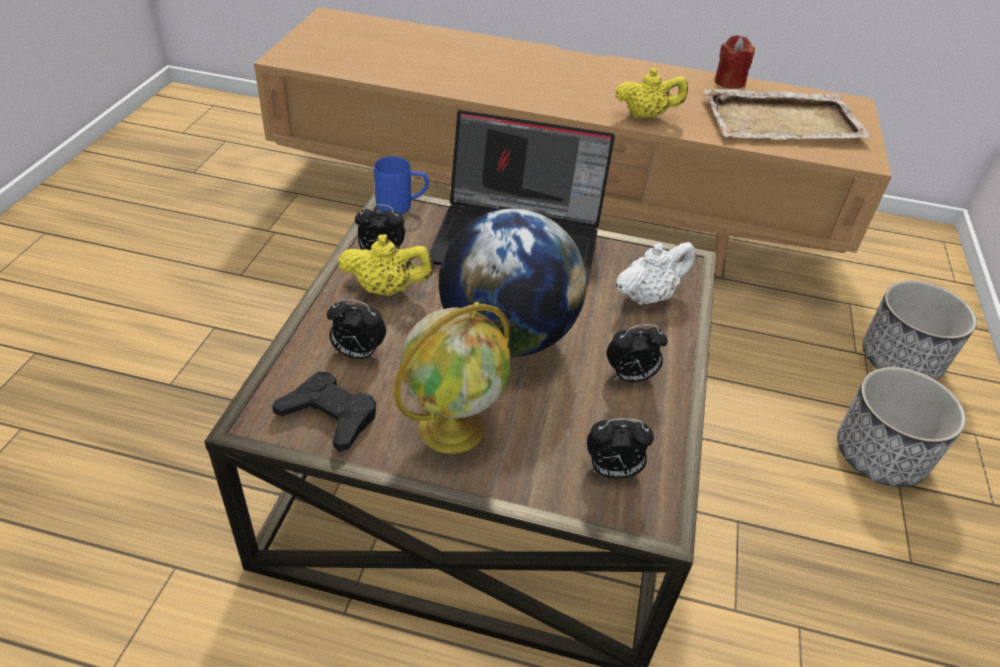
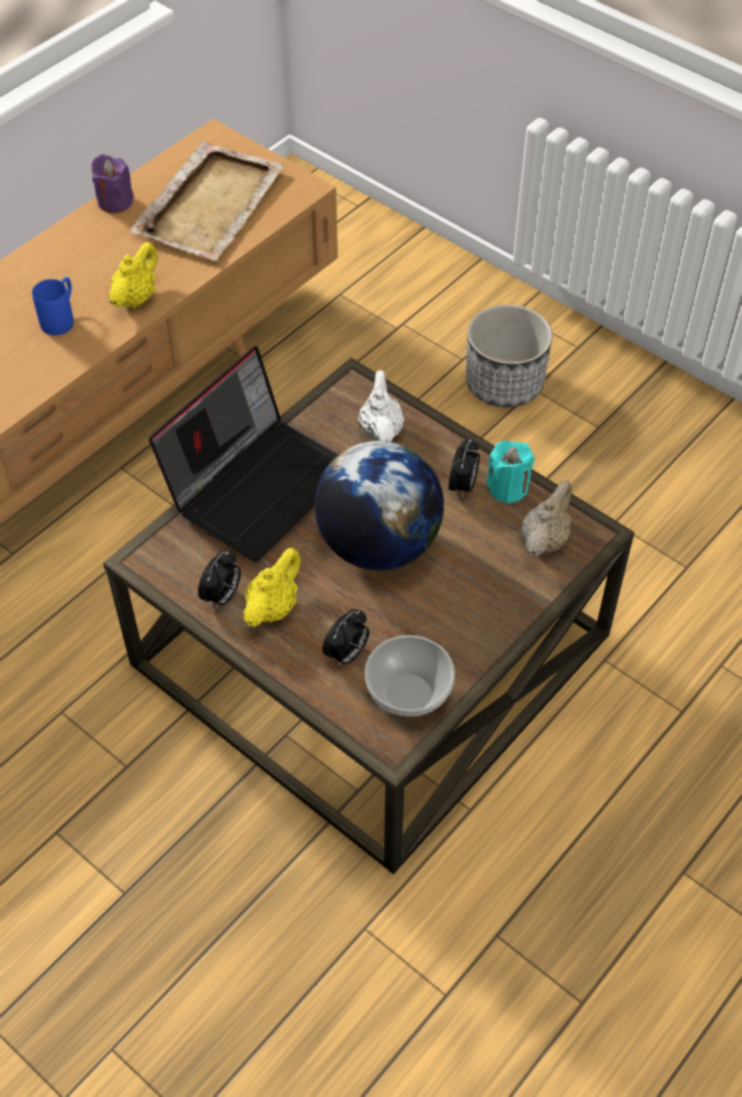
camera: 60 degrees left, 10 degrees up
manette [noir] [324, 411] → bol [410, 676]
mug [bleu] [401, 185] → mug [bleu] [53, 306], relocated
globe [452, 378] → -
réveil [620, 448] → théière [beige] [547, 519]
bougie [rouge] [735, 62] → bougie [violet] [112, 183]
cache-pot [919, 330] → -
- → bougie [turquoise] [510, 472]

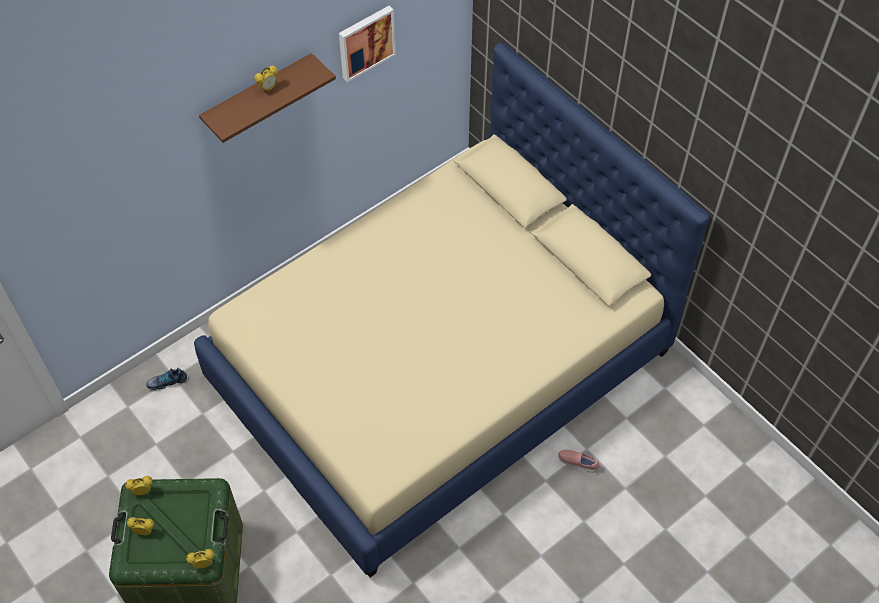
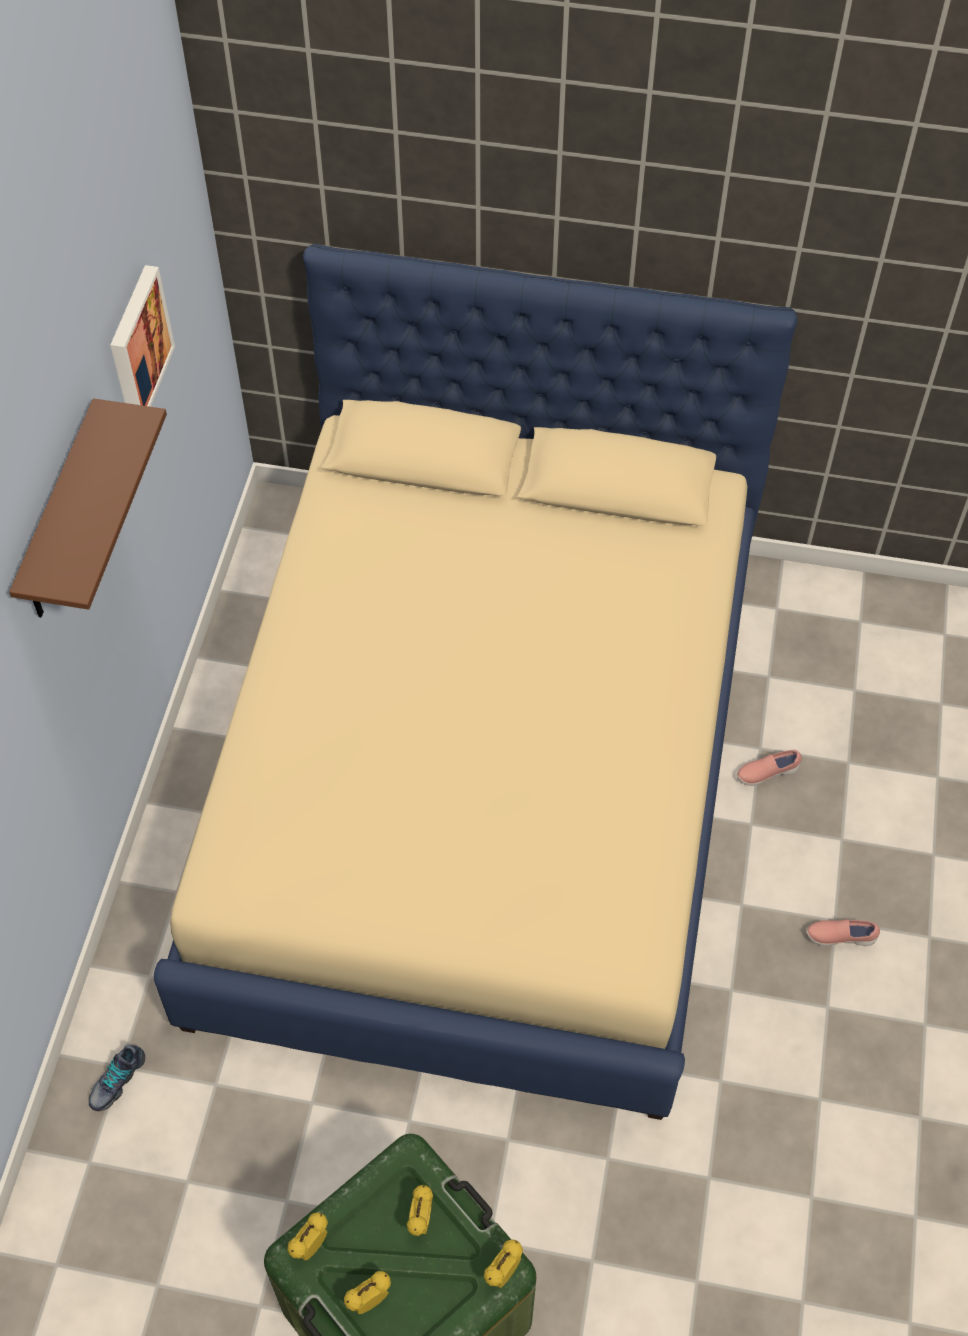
camera: 40 degrees left, 0 degrees up
réveil [266, 79] → réveil [420, 1210], relocated
- → chaussure [rose] [843, 932]

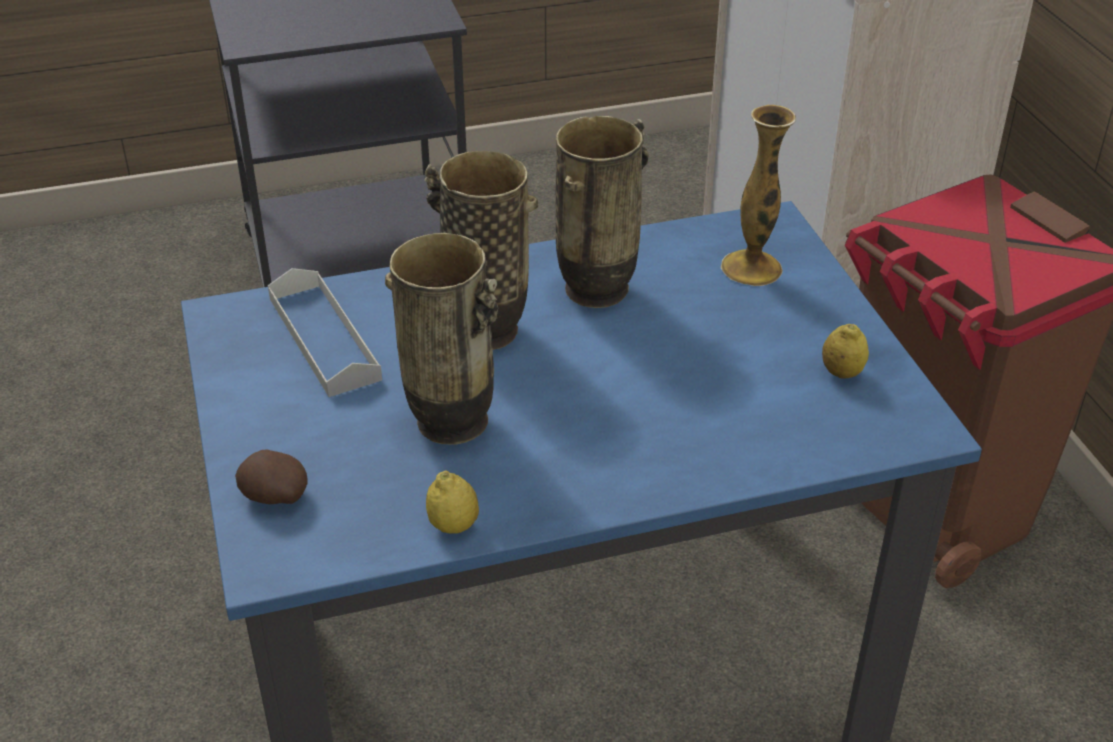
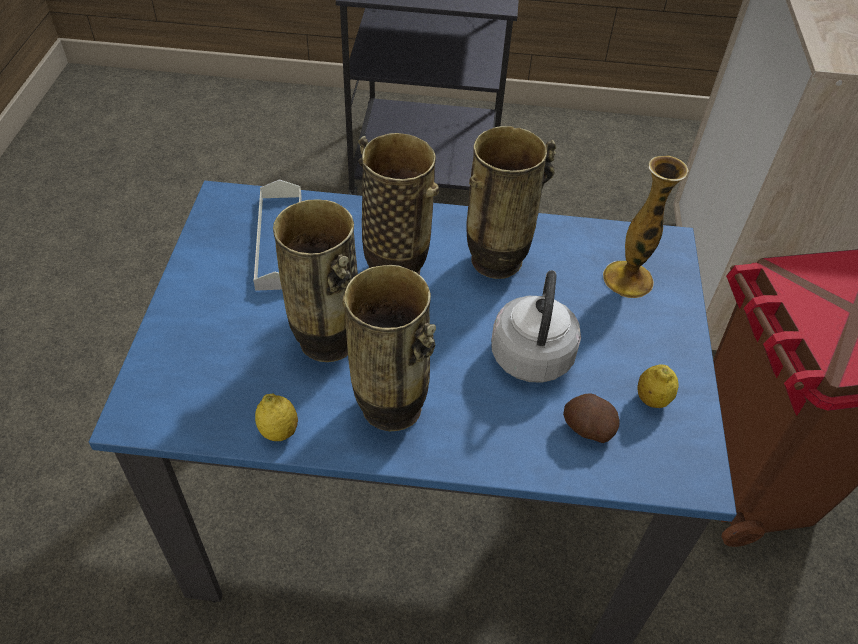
camera: 20 degrees right, 10 degrees up
pomme de terre [271, 477] → pomme de terre [591, 418], relocated
- → vase [389, 348]
- → bouilloire [gris] [536, 326]

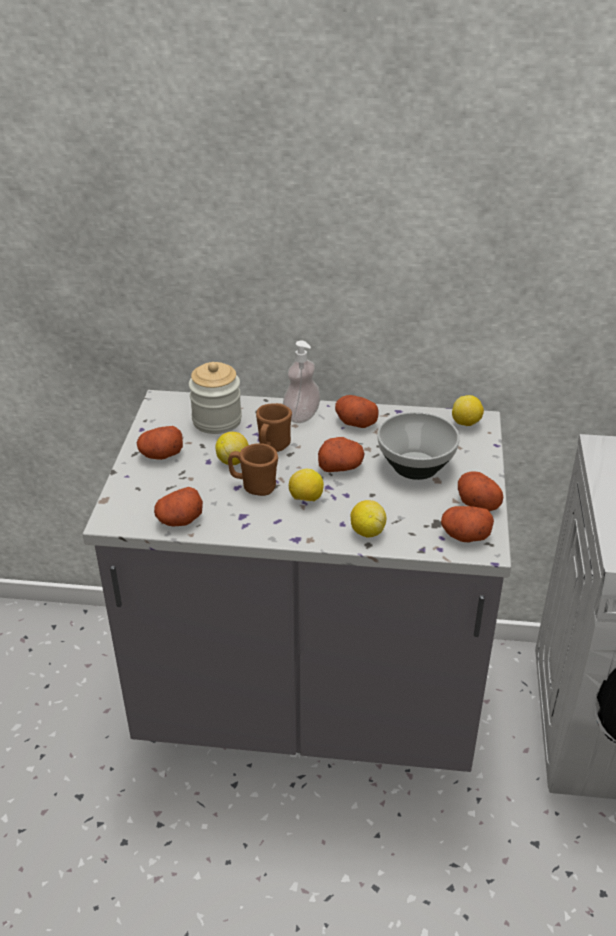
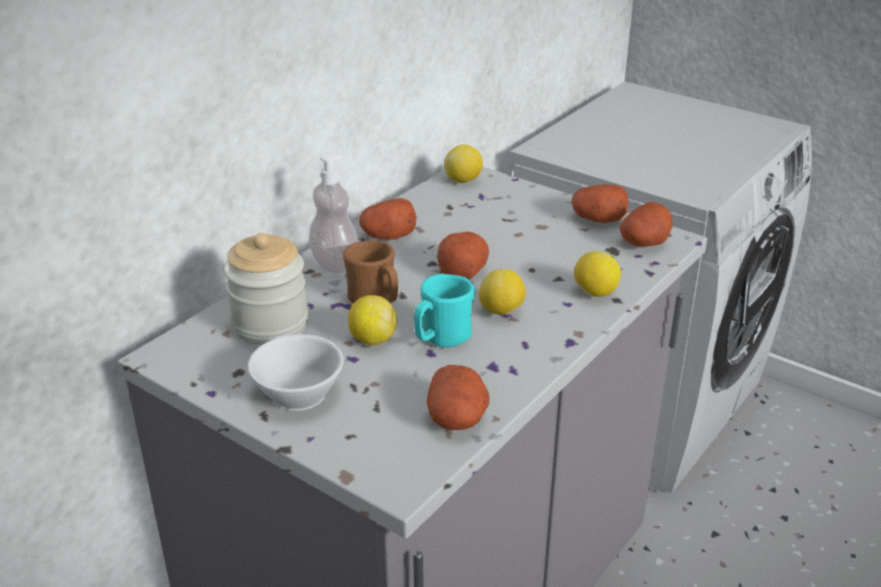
camera: 60 degrees left, 5 degrees down
pomme de terre [160, 443] → tasse [blanc] [295, 372]
mug [marron] [253, 469] → mug [turquoise] [444, 311]
bol [418, 446] → -

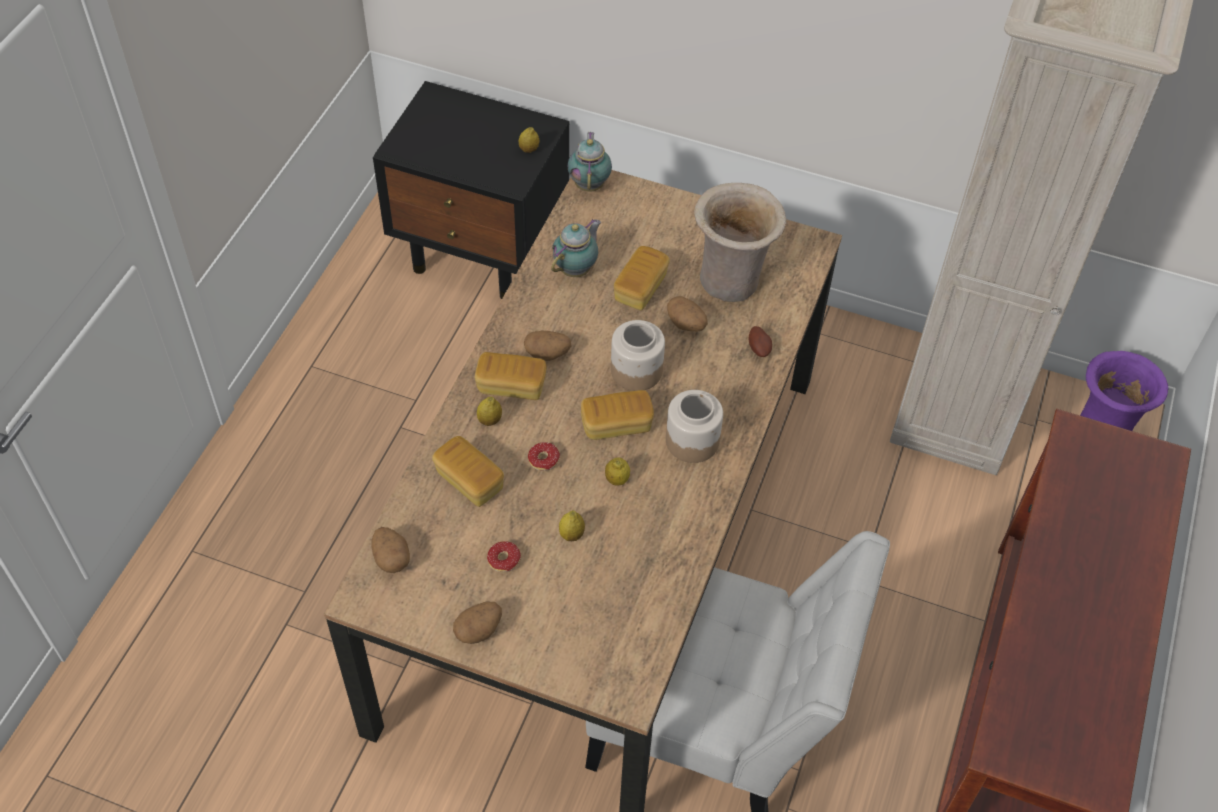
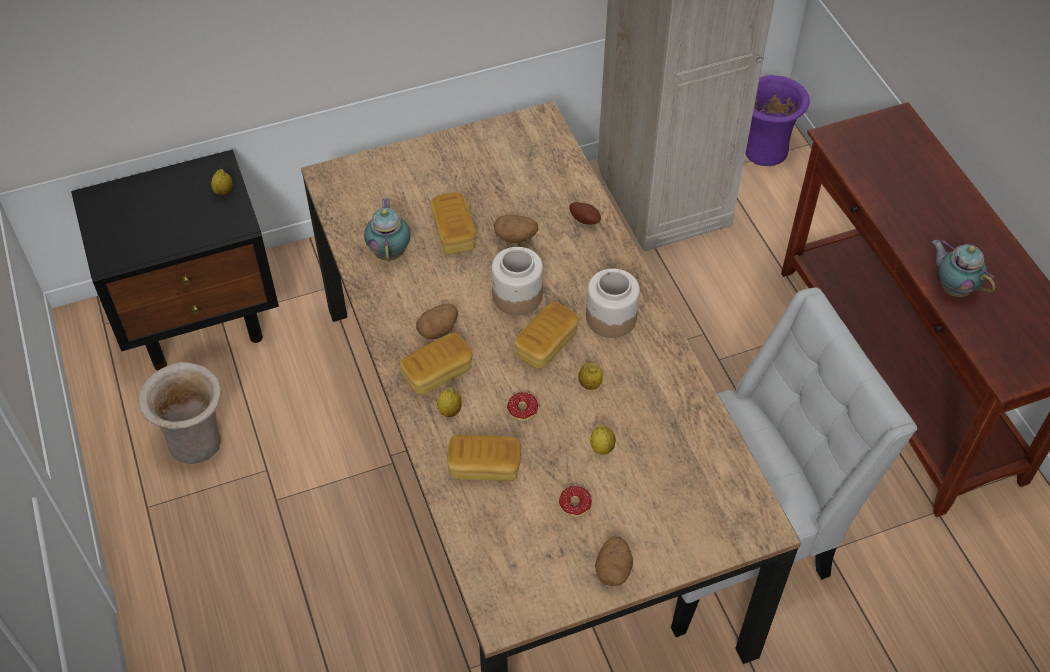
camera: 40 degrees left, 0 degrees up
pomme de terre [391, 550] → -
théière [590, 162] → théière [963, 268], relocated
vase [beige] [740, 242] → vase [beige] [179, 413], relocated

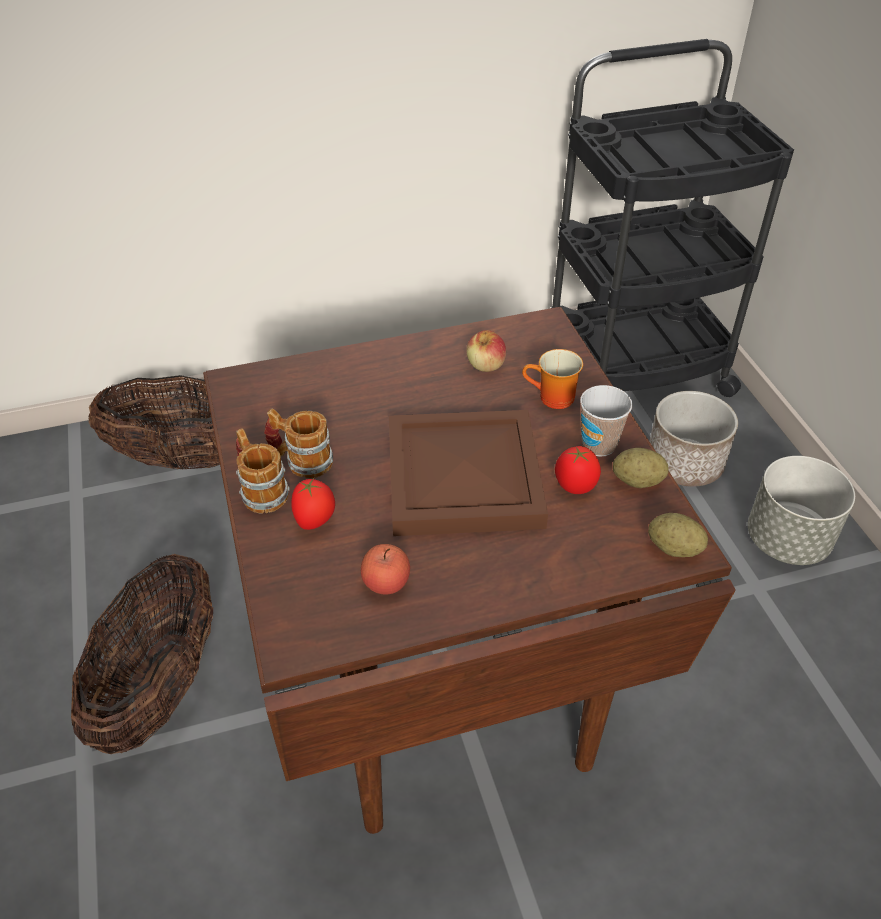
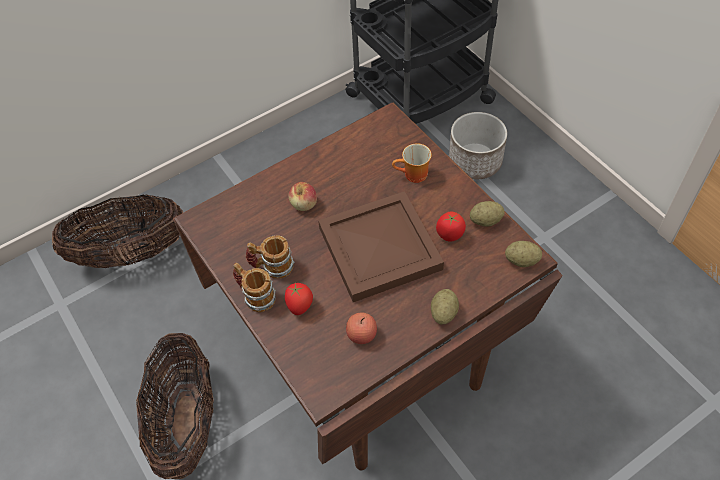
camera: 15 degrees left, 10 degrees up
pomme [486, 351] → pomme [303, 196], relocated
tasse [606, 421] → -
cache-pot [gris] [801, 510] → -
- → pomme de terre [445, 307]

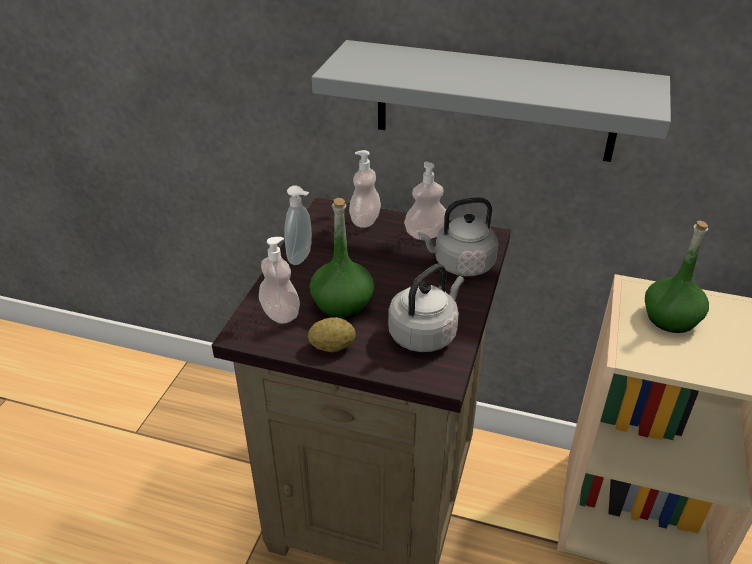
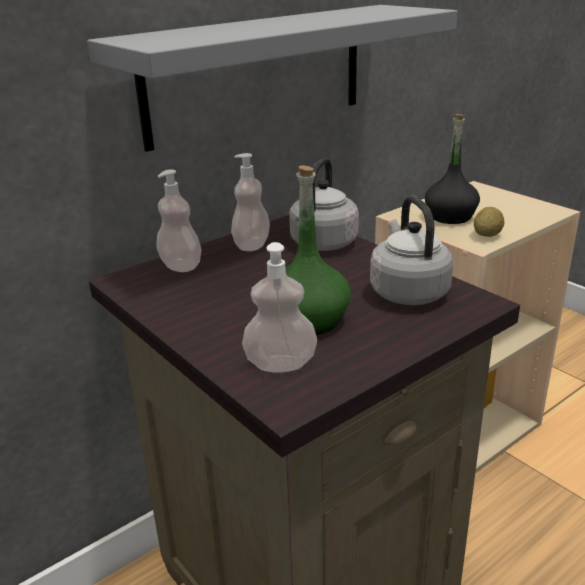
camera: 55 degrees left, 10 degrees down
distributeur de savon [298, 225] → -
pomme de terre [332, 334] → pomme de terre [489, 222], relocated
bouteille [vert] [677, 276] → bouteille [noir] [452, 169]

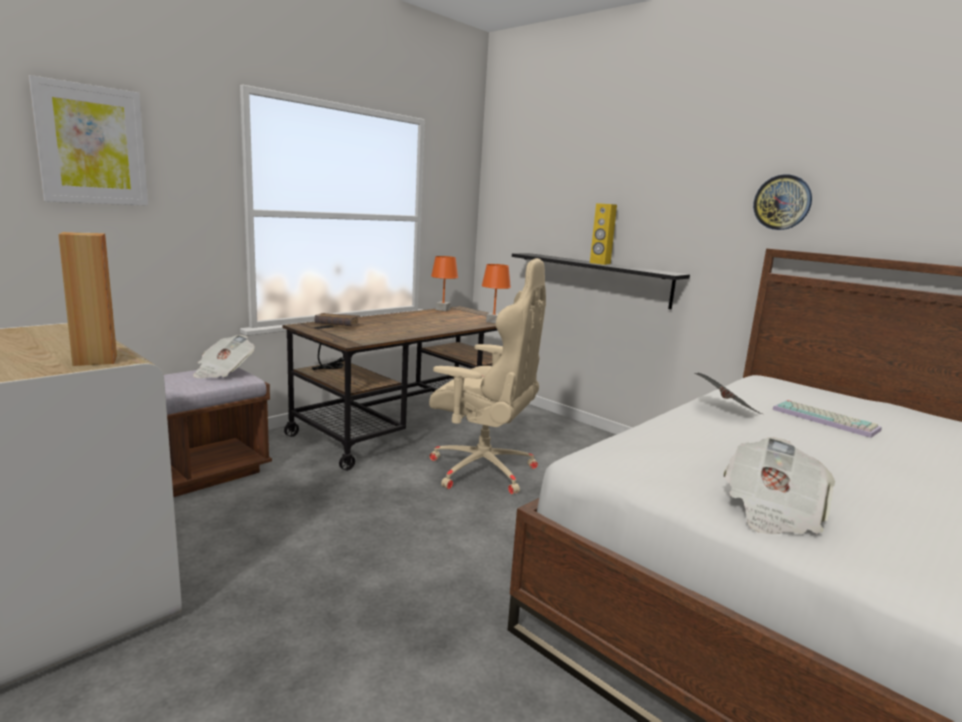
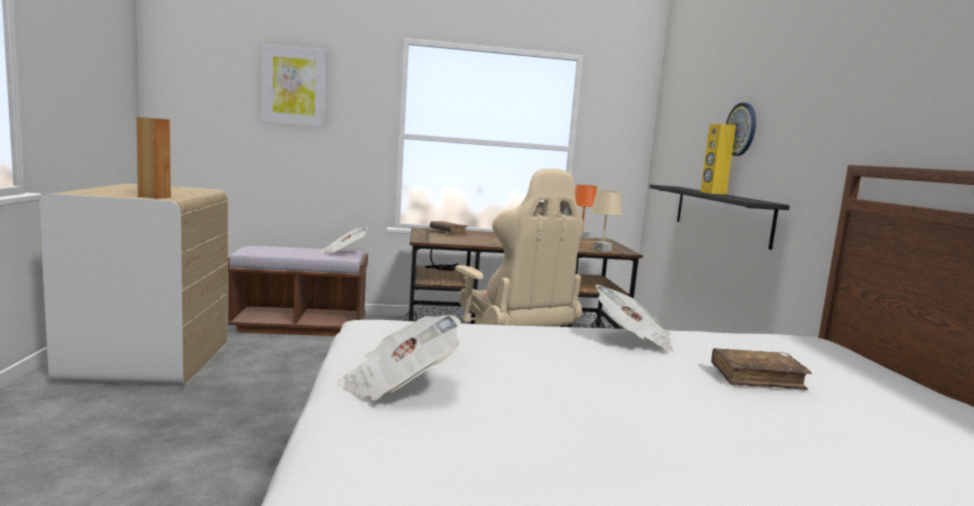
camera: 40 degrees right, 5 degrees down
lampe de table [orange] [496, 293] → lampe de table [beige] [606, 221]
horloge murale [782, 202] → horloge murale [741, 129], relocated
clavier [827, 419] → livre [marron] [761, 369]

